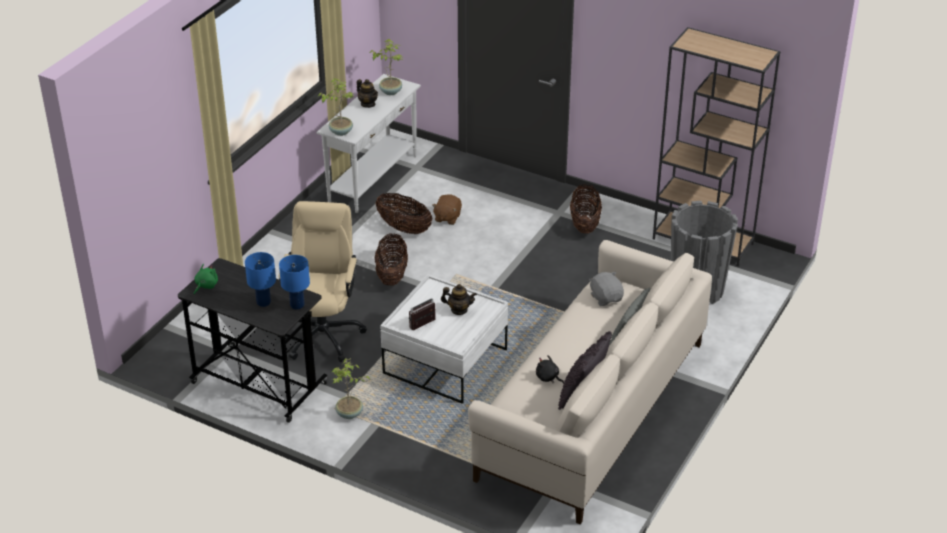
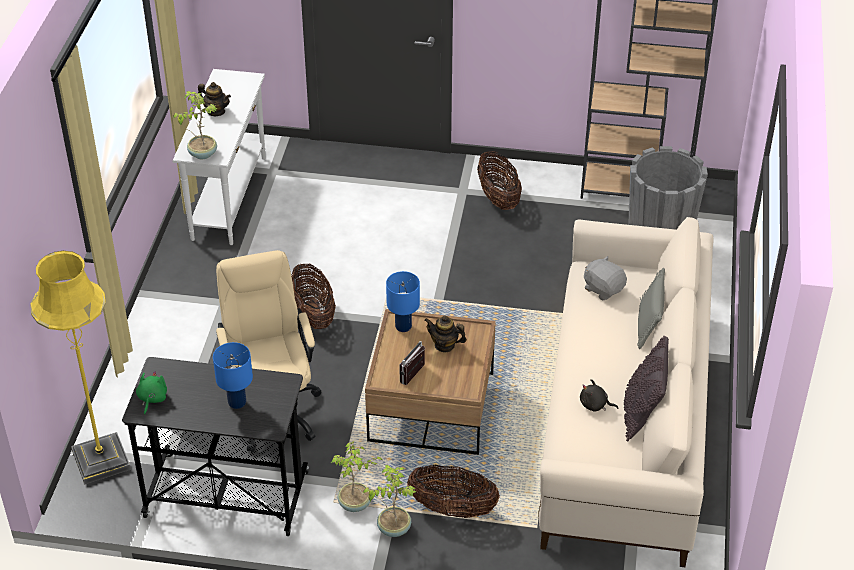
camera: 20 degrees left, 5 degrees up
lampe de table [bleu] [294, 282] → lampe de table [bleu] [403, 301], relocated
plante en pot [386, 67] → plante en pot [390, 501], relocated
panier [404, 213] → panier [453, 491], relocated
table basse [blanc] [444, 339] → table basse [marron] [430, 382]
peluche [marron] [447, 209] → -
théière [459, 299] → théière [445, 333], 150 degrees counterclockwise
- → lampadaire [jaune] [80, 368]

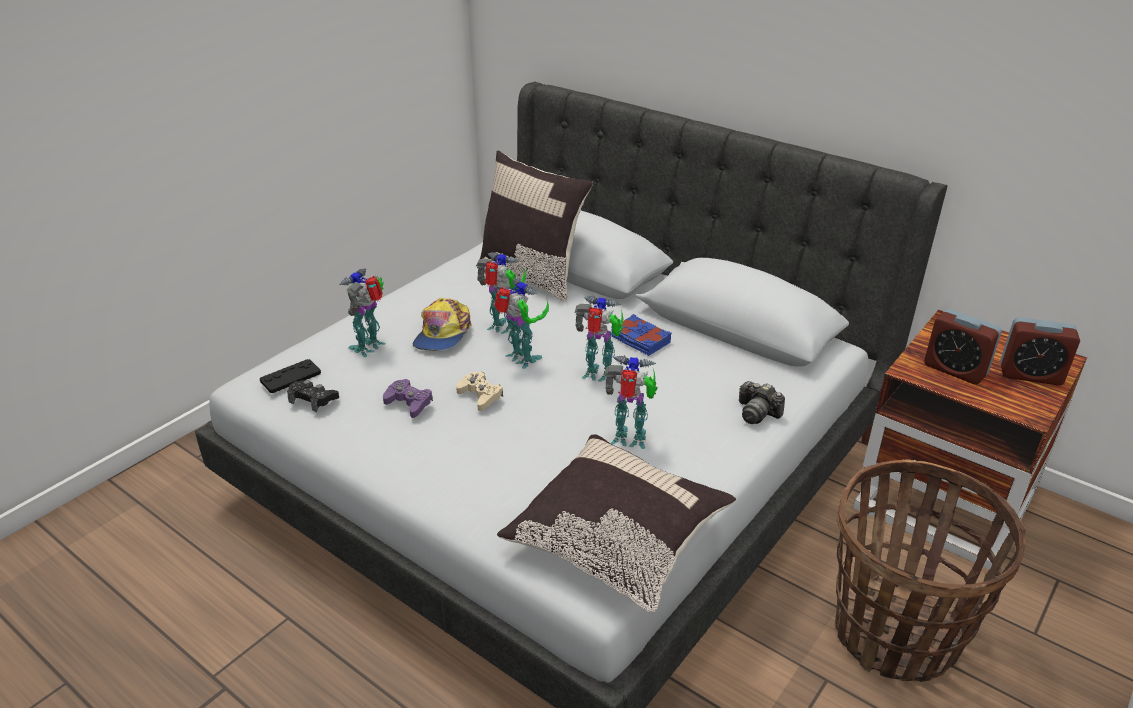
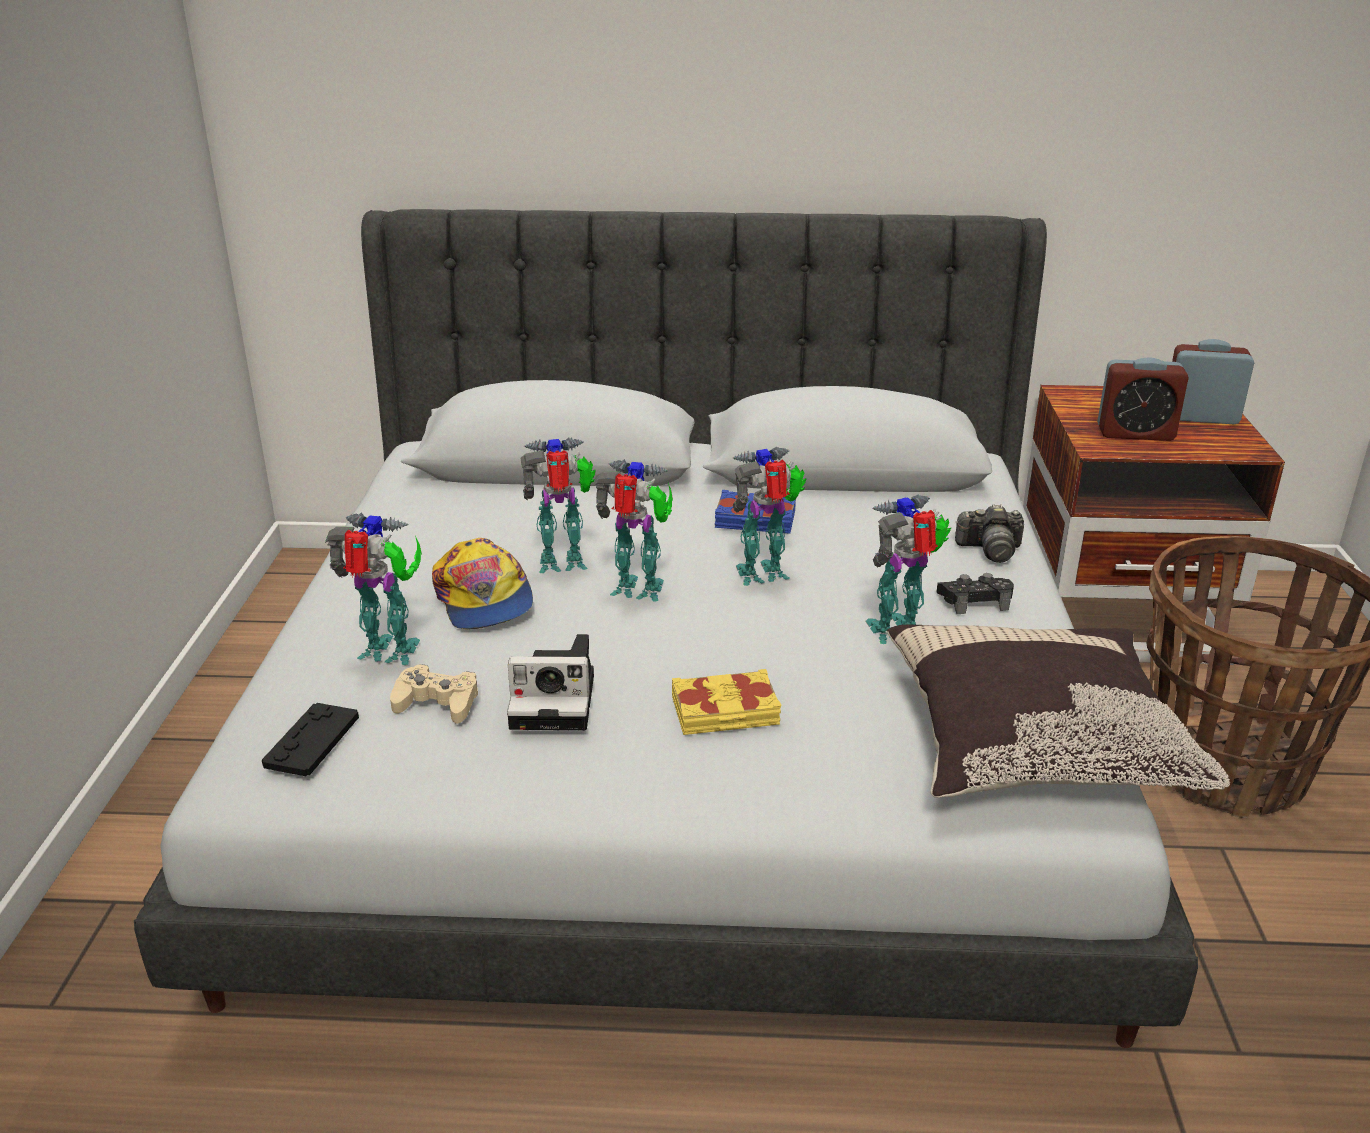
camera: 35 degrees left, 5 degrees down
manette [noir] [313, 396] → manette [noir] [975, 593], relocated
robot jouet [362, 312] → robot jouet [373, 589], 105 degrees clockwise
manette [violet] [408, 398] → appareil photo [550, 682]
manette [beige] [479, 391] → manette [beige] [434, 694], relocated
coussin [536, 226] → -
réveil [1040, 351] → réveil [1213, 381], 150 degrees counterclockwise
- → livre [jaune] [727, 702]

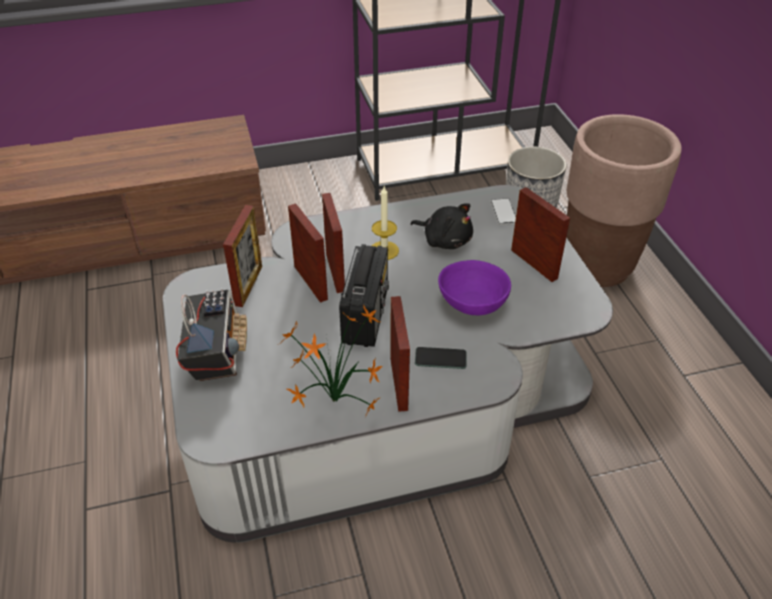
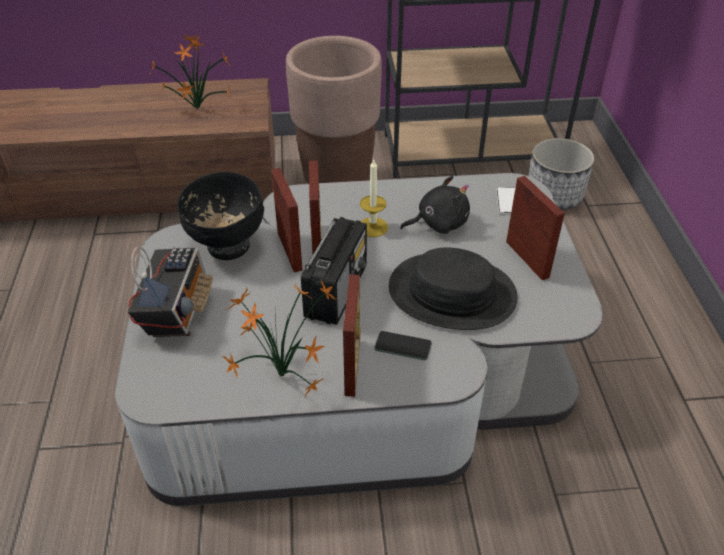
camera: 10 degrees right, 0 degrees up
cadre photo [242, 256] → bol [noir] [220, 216]
peluche [noir] [441, 226] → peluche [noir] [435, 205], 60 degrees counterclockwise
bol [violet] [474, 287] → chapeau [noir] [453, 288]
cache-pot [marron] [624, 200] → cache-pot [marron] [334, 110], relocated
- → plante en pot [189, 71]

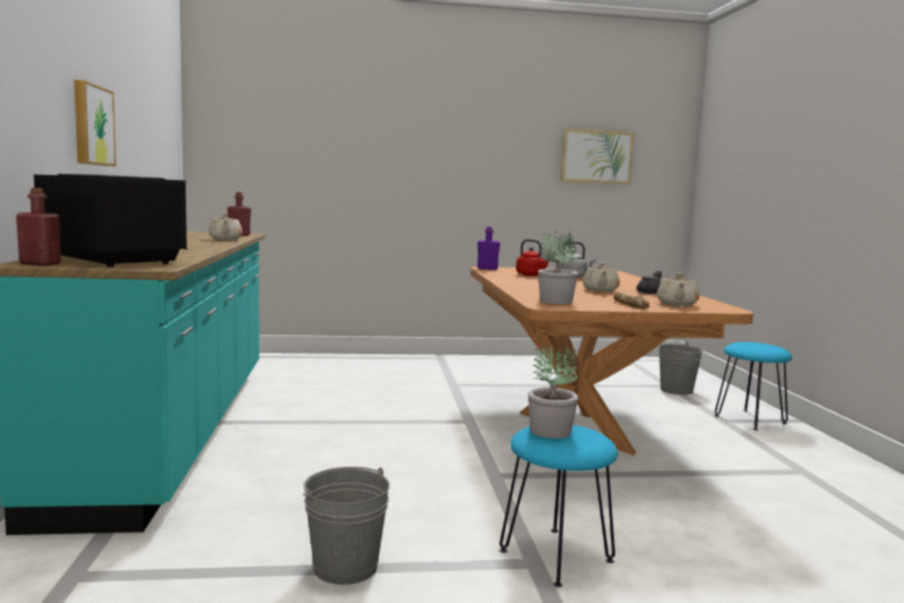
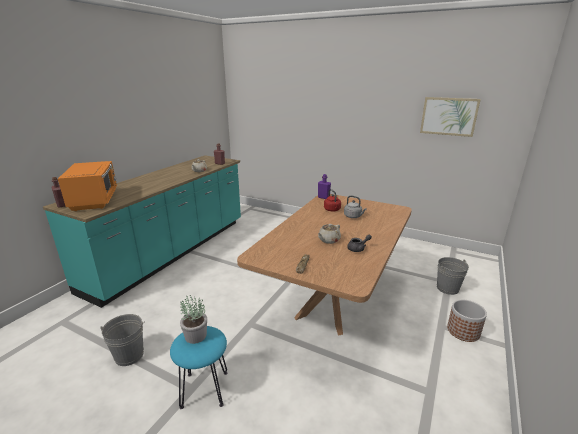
camera: 35 degrees right, 15 degrees up
micro-ondes [noir] [111, 220] → micro-ondes [orange] [87, 186]
tableau [95, 123] → -
plante en pot [558, 267] → -
théière [beige] [678, 289] → -
tabouret [turquoise] [753, 386] → cache-pot [467, 321]

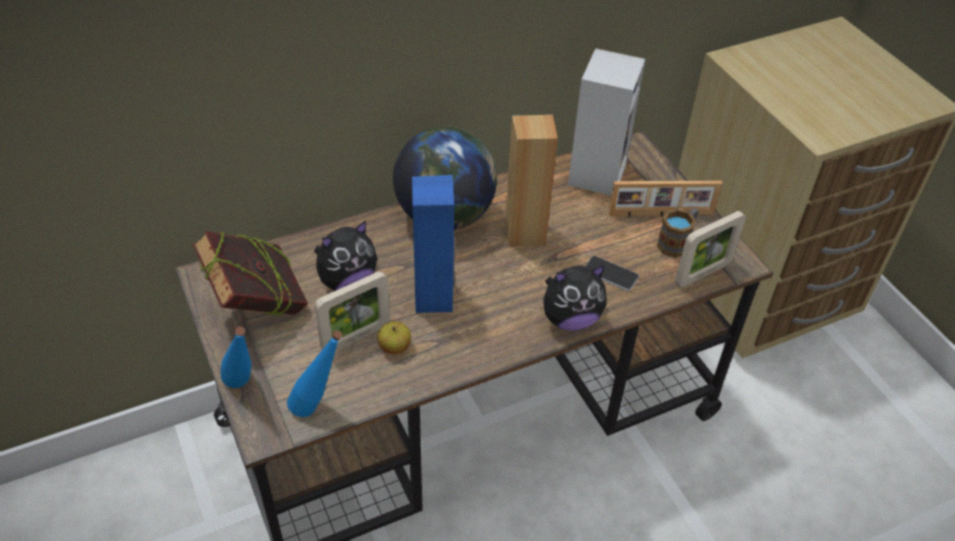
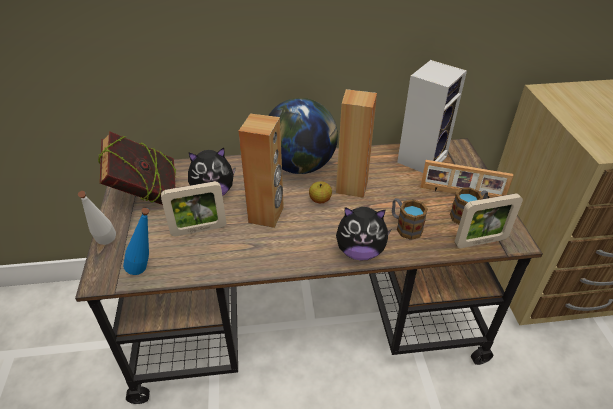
camera: 20 degrees right, 5 degrees down
bouteille [bleu] [236, 357] → bouteille [blanc] [97, 218]
pomme [394, 337] → pomme [320, 192], relocated
enceinte [bleu] [433, 244] → enceinte [marron] [261, 171]
téléphone [612, 273] → mug [410, 219]

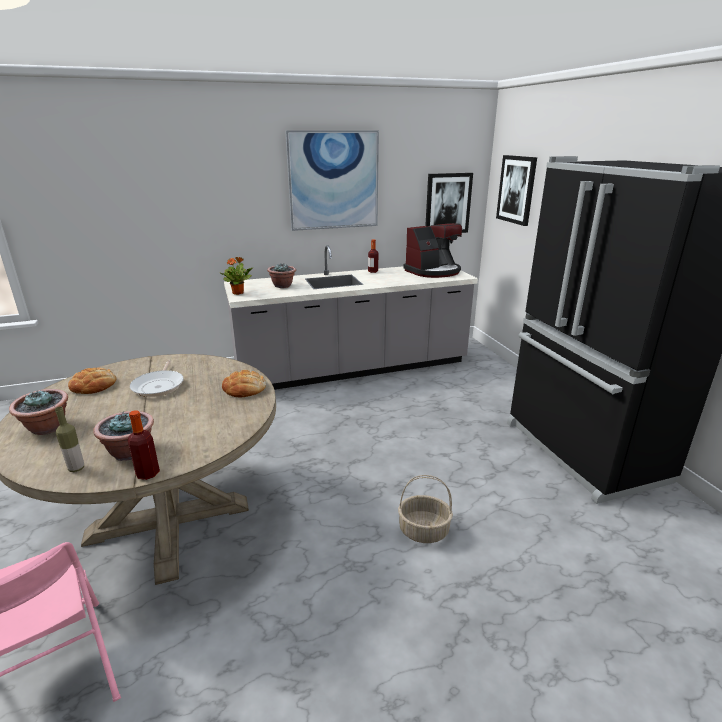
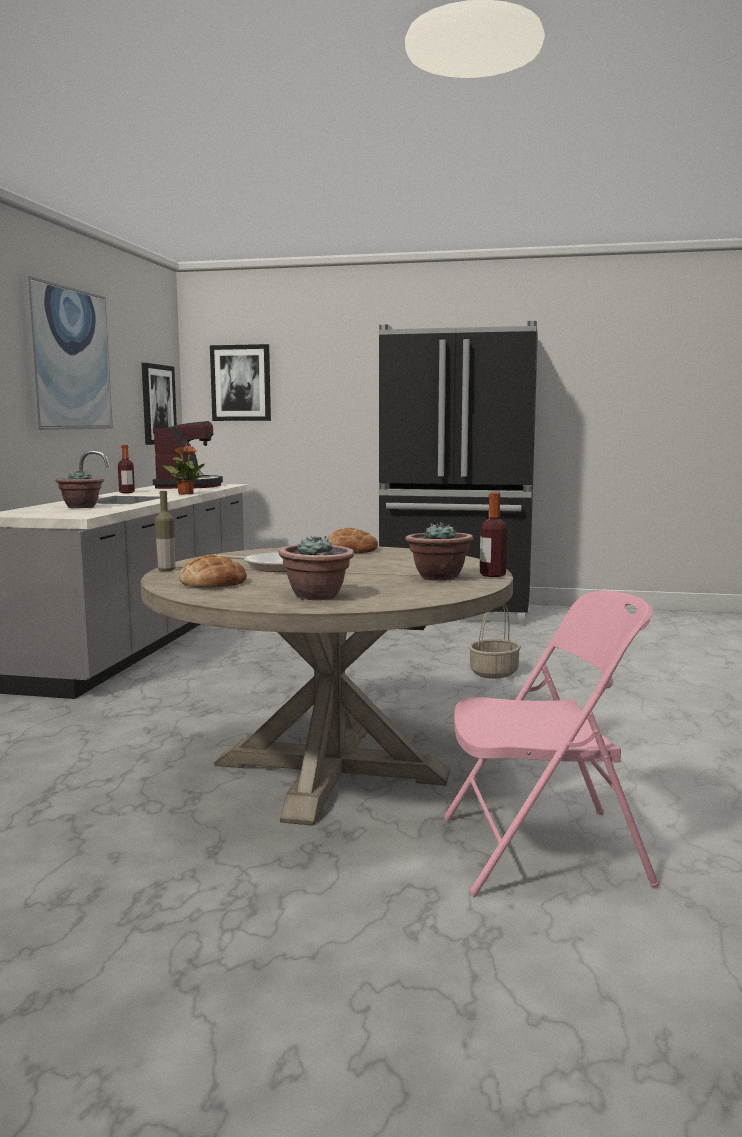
camera: 60 degrees left, 15 degrees down
bouteille [69, 439] → bouteille [165, 531], relocated
plante en pot [235, 276] → plante en pot [183, 470], relocated

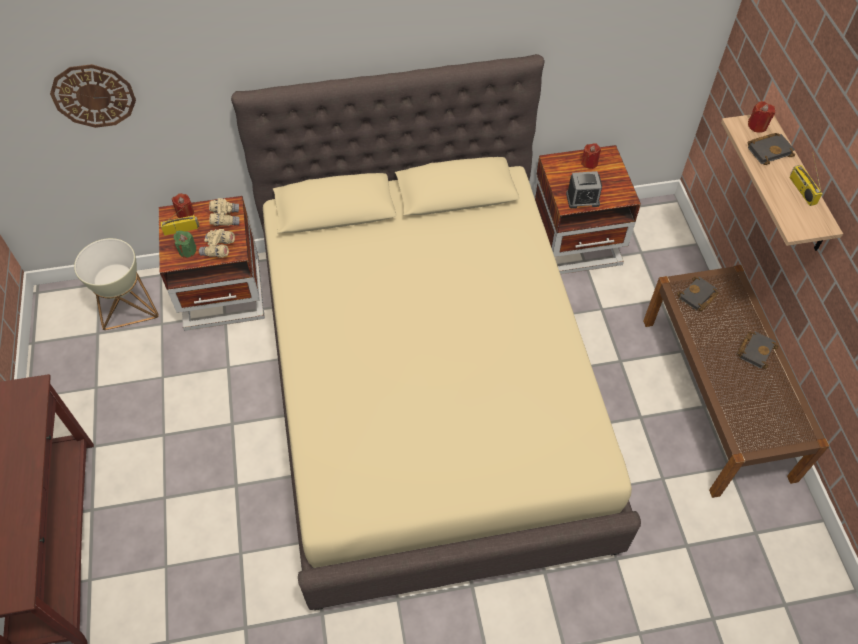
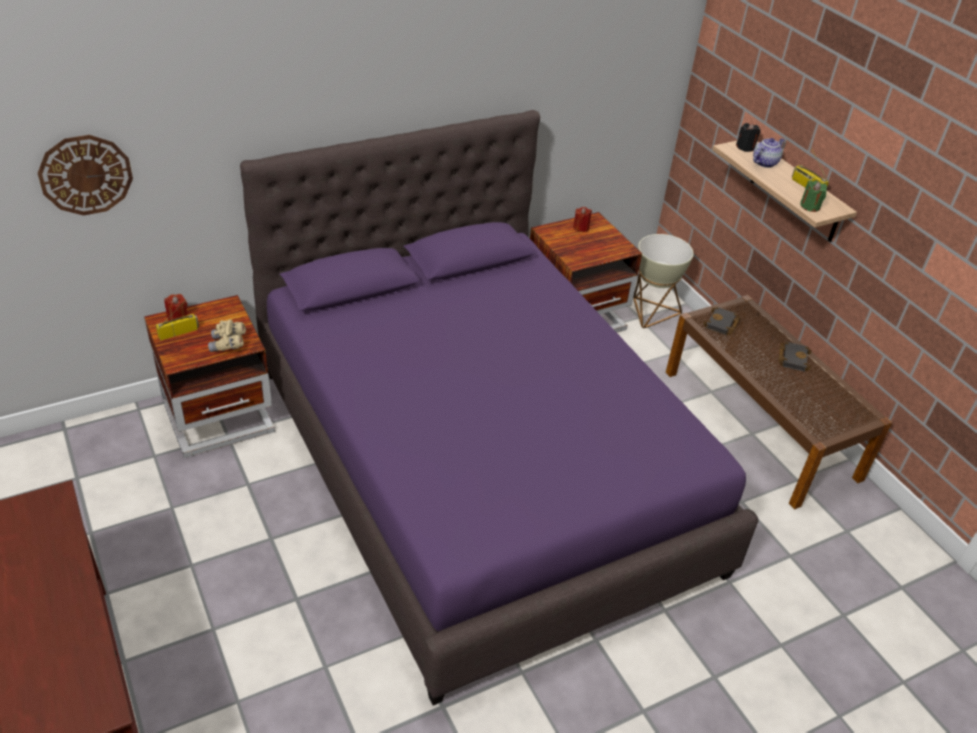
camera: 20 degrees left, 15 degrees down
cache-pot [116, 284] → cache-pot [663, 281], relocated
bougie [vert] [185, 244] → bougie [vert] [813, 196], relocated
jumelles [beige] [224, 212] → -
lit [beige] [436, 332] → lit [violet] [499, 407]
réveil [584, 189] → -
bougie [rouge] [761, 117] → bougie [noir] [748, 137]
livre [noir] [771, 149] → théière [769, 153]

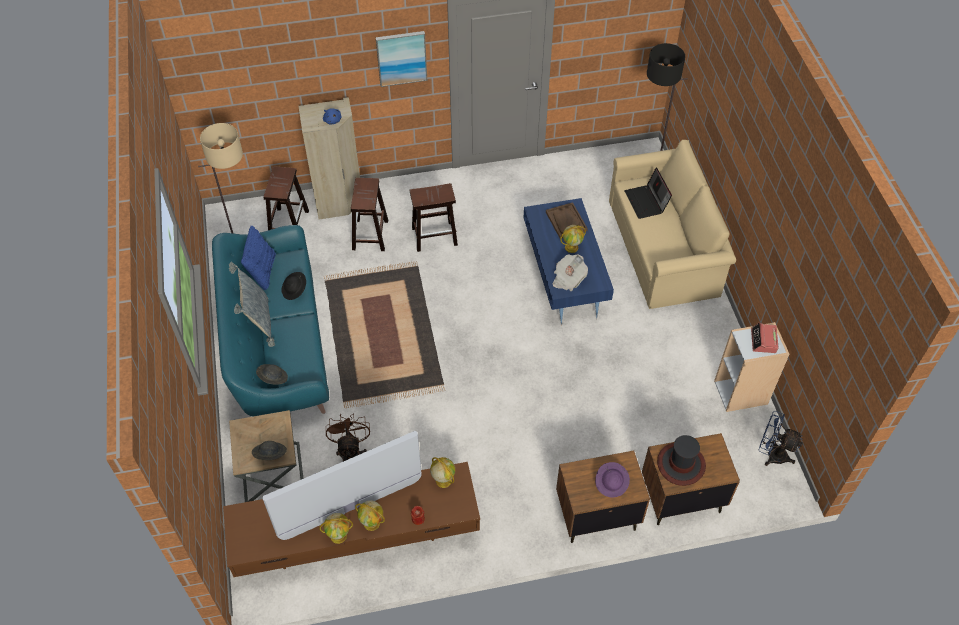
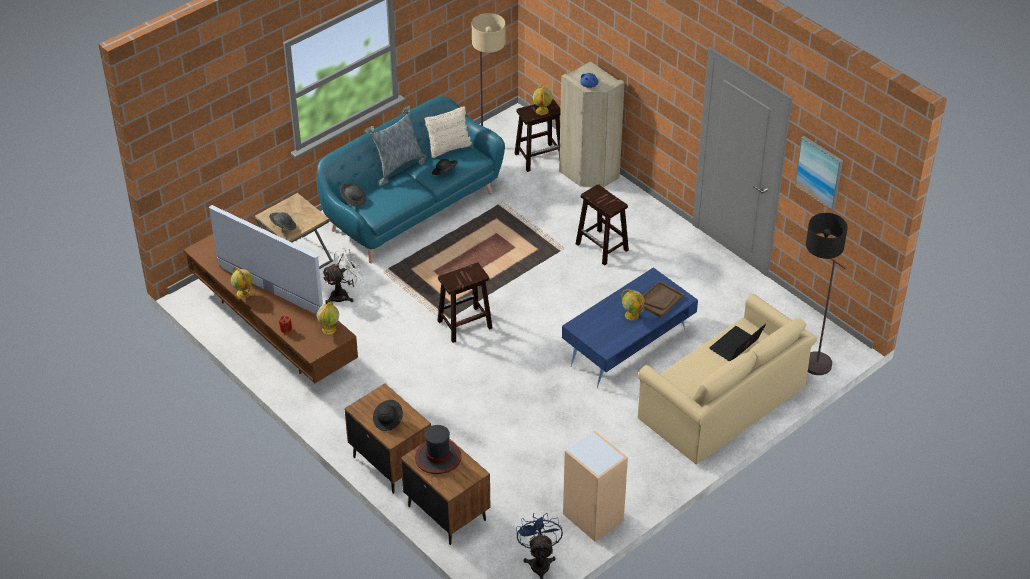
camera: 60 degrees right, 10 degrees down
coussin [bleu] [258, 258] → coussin [beige] [448, 132]
ventilateur [marron] [348, 437] → ventilateur [blanc] [342, 276]
tabouret [marron] [369, 214] → tabouret [marron] [465, 302], relocated
globe [370, 515] → globe [543, 99], relocated
tableau [401, 59] → tableau [818, 173], relocated
journal [570, 273] → -
chapeau [violet] [612, 480] → chapeau [noir] [388, 415]
réveil [765, 337] → -

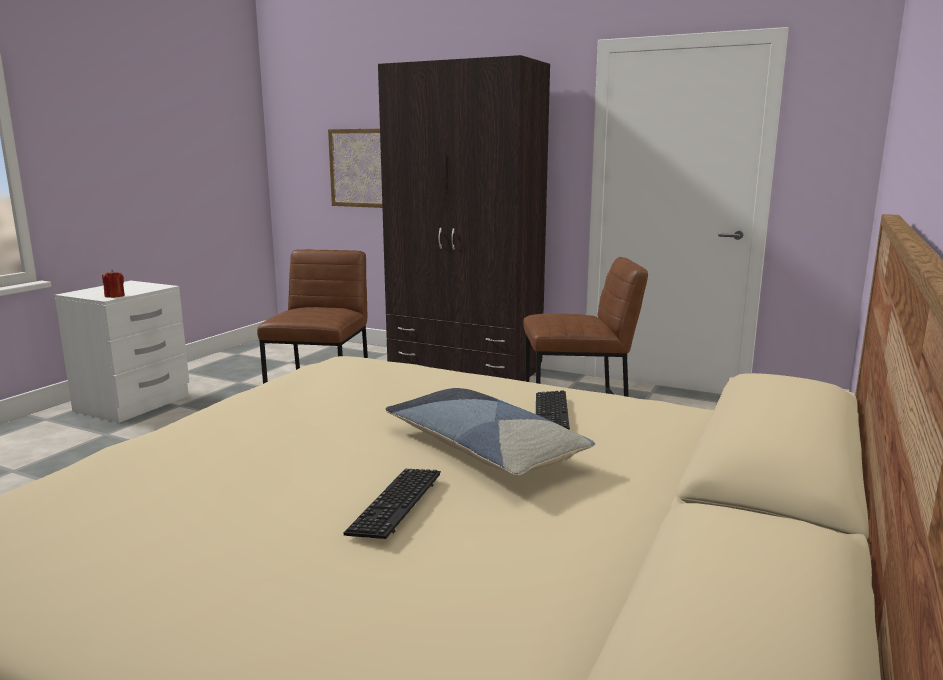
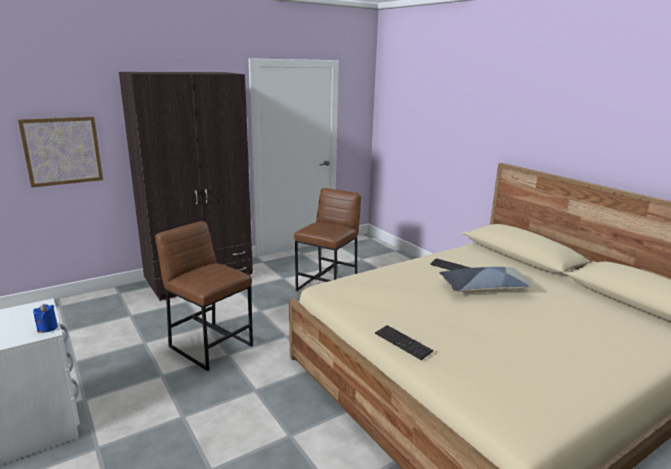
camera: 60 degrees left, 5 degrees up
bougie [rouge] [113, 284] → bougie [bleu] [45, 318]
clavier [392, 504] → clavier [404, 342], relocated

